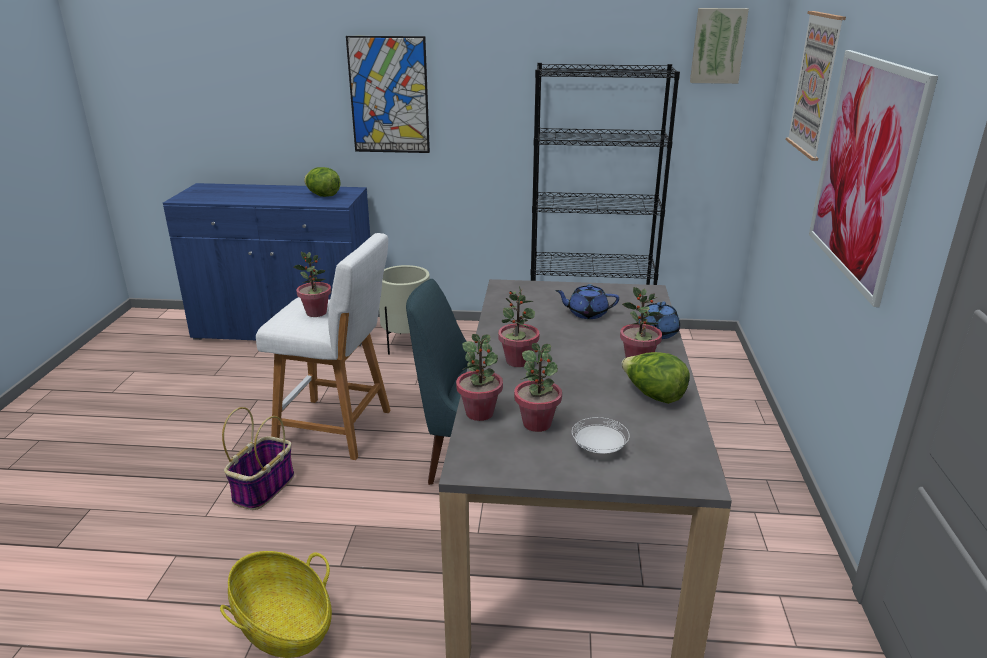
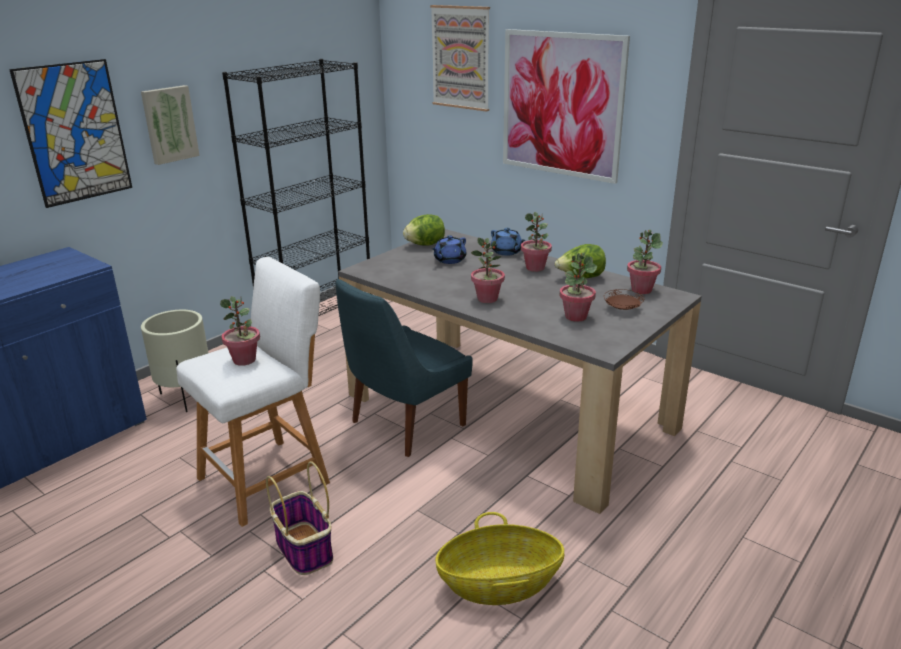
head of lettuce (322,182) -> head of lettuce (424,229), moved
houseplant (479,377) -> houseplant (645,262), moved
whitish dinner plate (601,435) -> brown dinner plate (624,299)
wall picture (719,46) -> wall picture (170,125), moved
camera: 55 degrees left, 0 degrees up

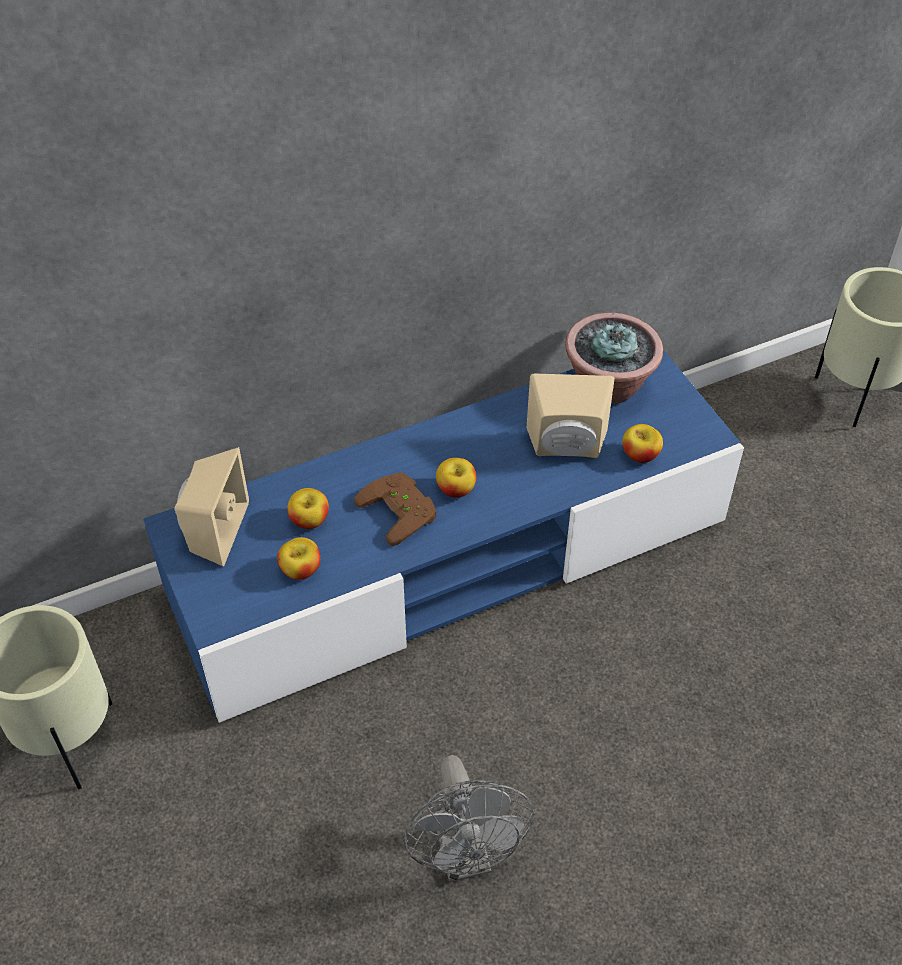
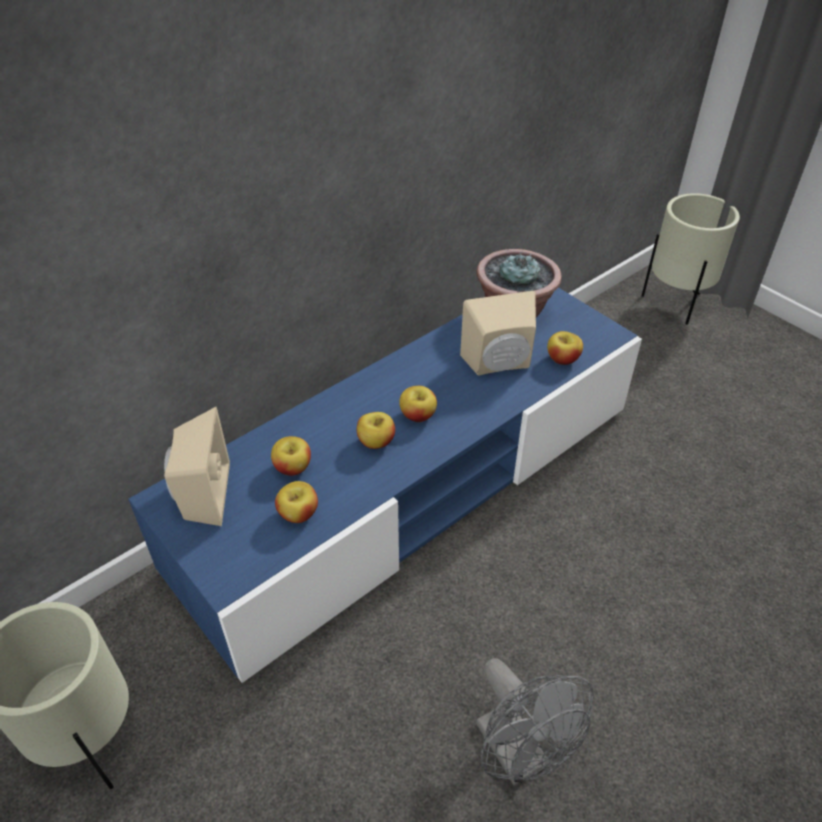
brown joypad (395,509) -> apple (376,430)
camera: 15 degrees left, 5 degrees down

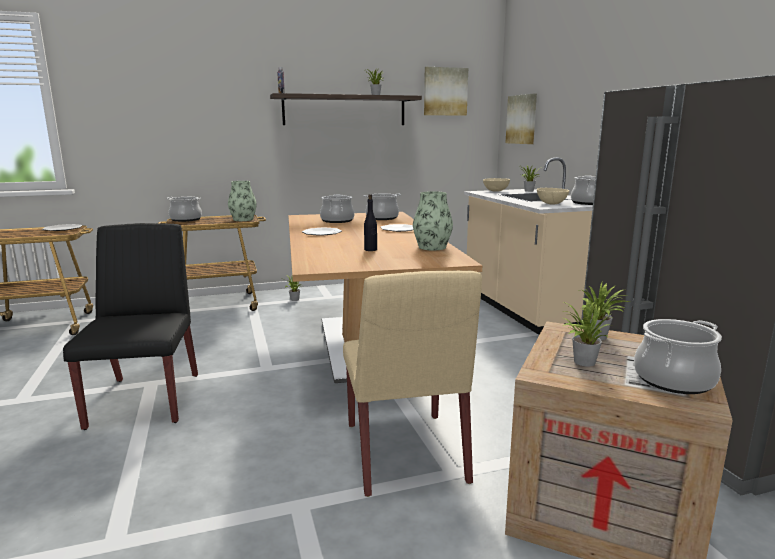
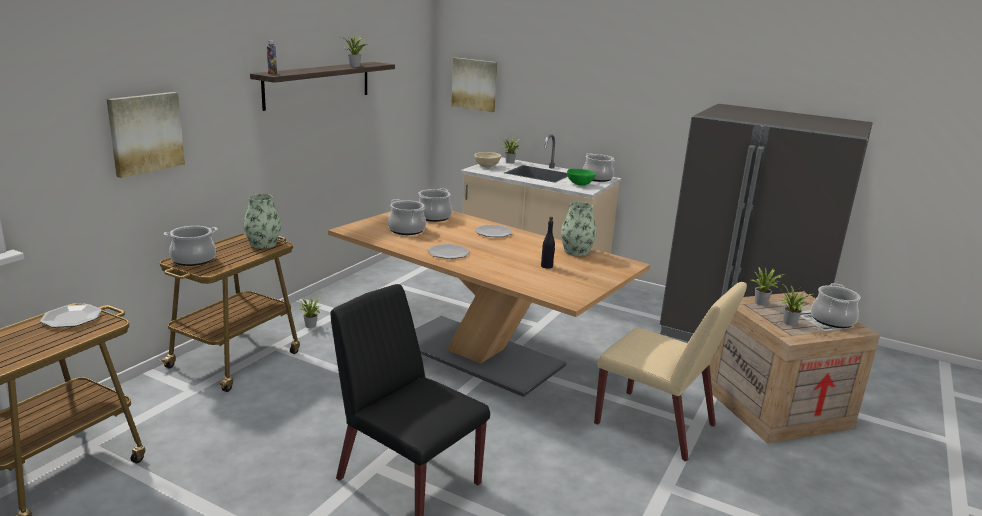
wall picture (446,91) -> wall picture (146,135), moved
sand-coloured deep dish (553,196) -> green deep dish (581,177)
camera: 45 degrees left, 5 degrees up

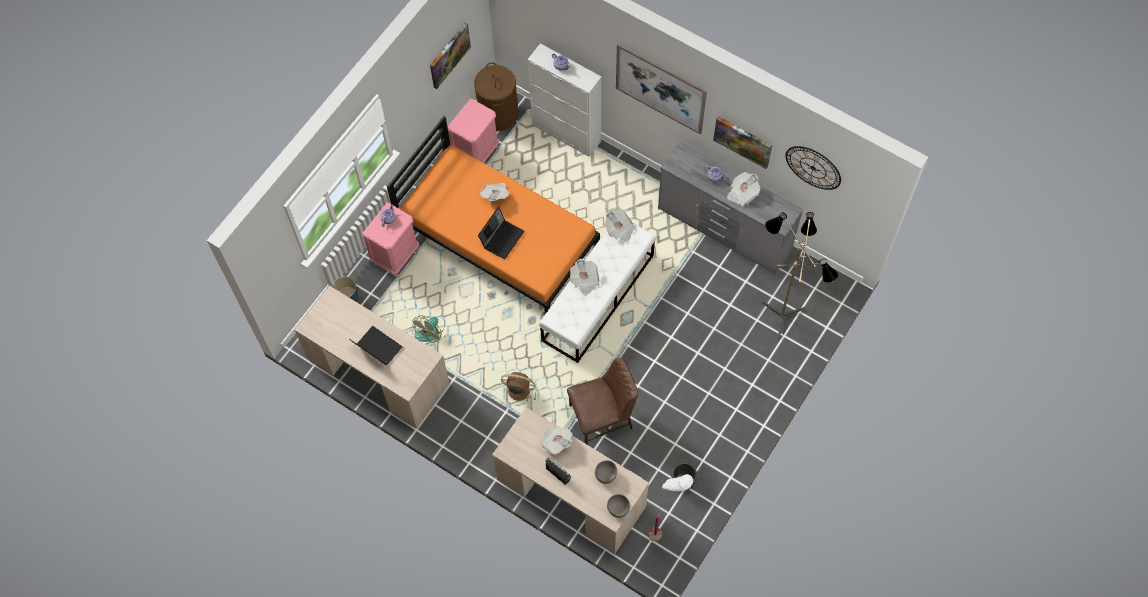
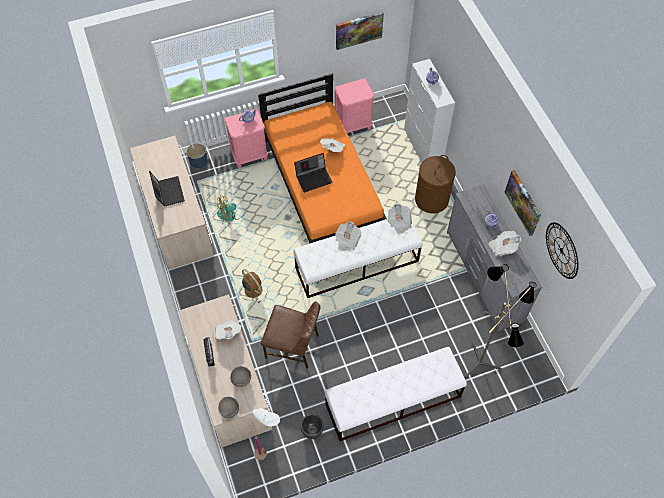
brown hamper (496,96) -> brown hamper (435,184), moved
wall picture (661,89) -> none
none -> whitish bench (396,394)
camera: 35 degrees right, 5 degrees down

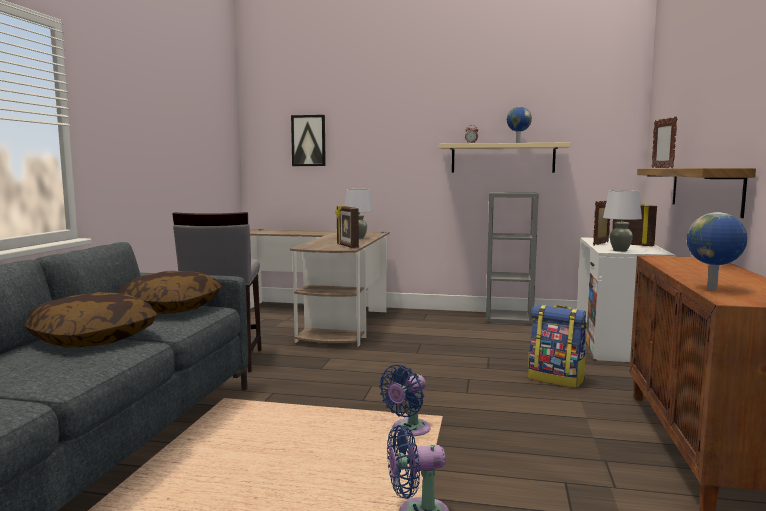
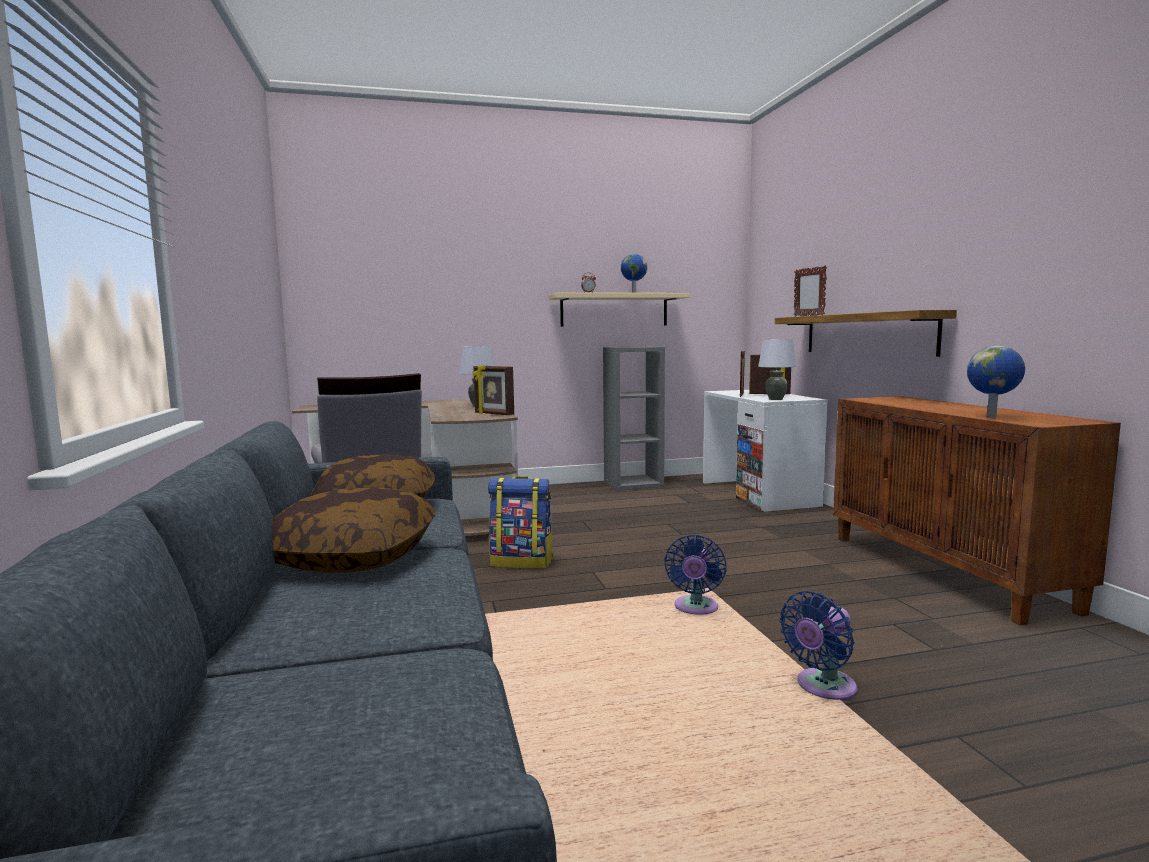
wall picture (308,140) -> none
backpack (557,346) -> backpack (520,522), moved
camera: 25 degrees left, 0 degrees up

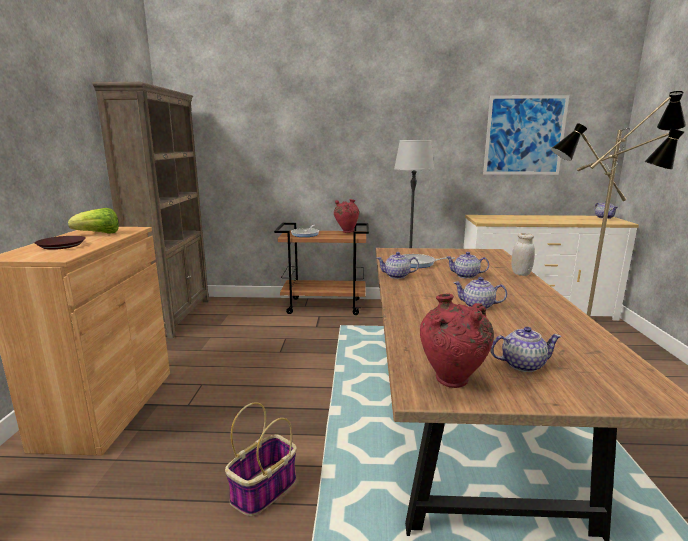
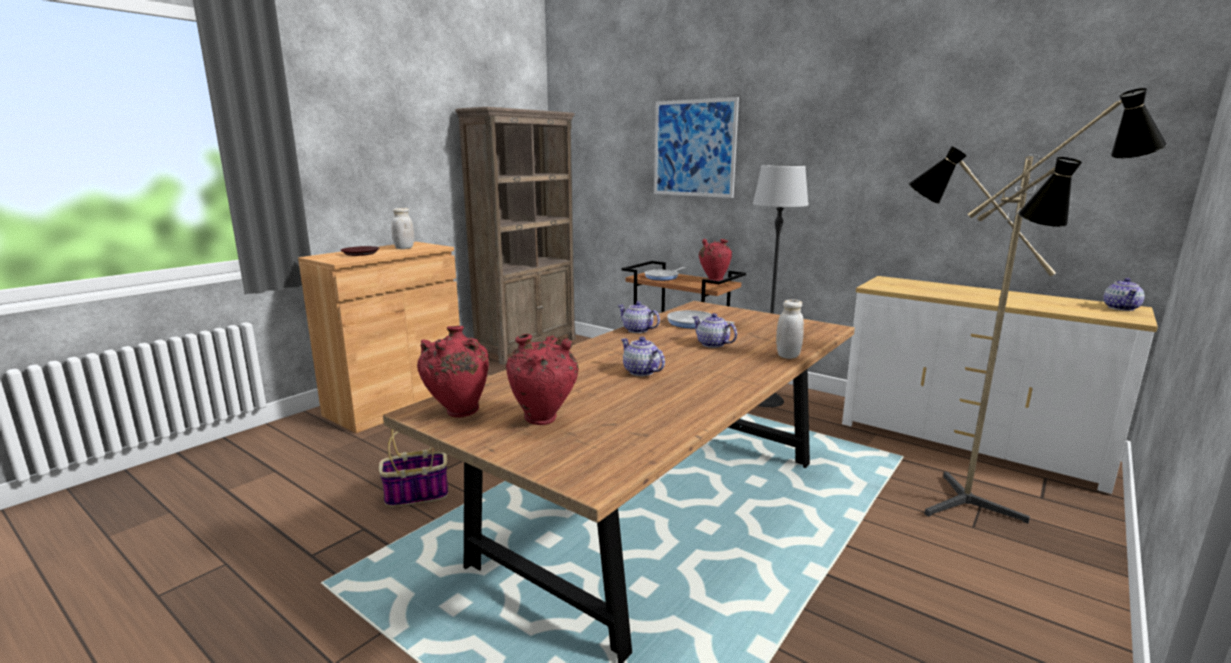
head of lettuce (93,221) -> whitish jar (402,228)
wall picture (526,135) -> wall picture (696,147), moved
tea pot (526,349) -> red vase (542,379)
camera: 35 degrees right, 0 degrees up

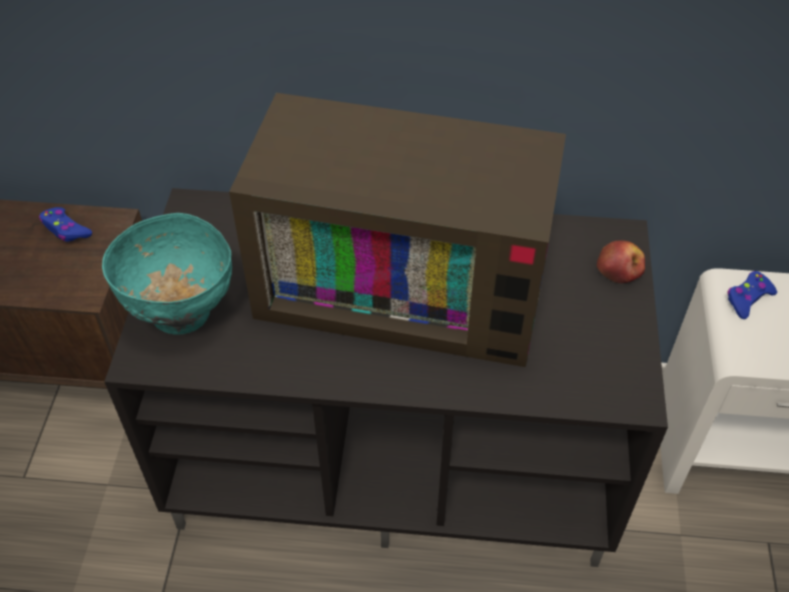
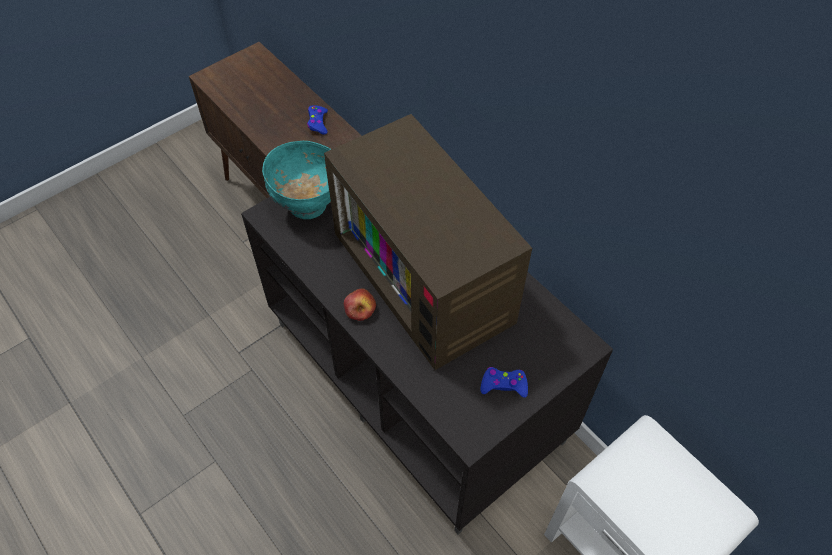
apple (621,261) -> apple (360,305), moved
blue joypad (752,295) -> blue joypad (504,382), moved
camera: 45 degrees right, 5 degrees up

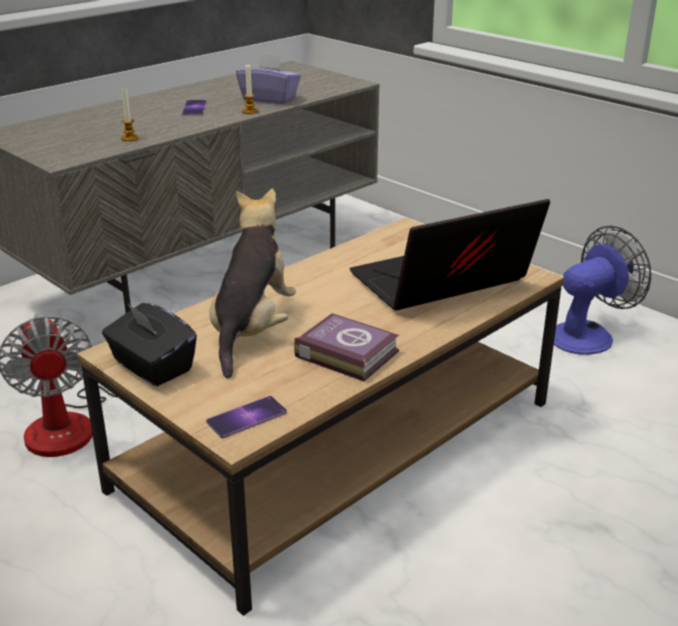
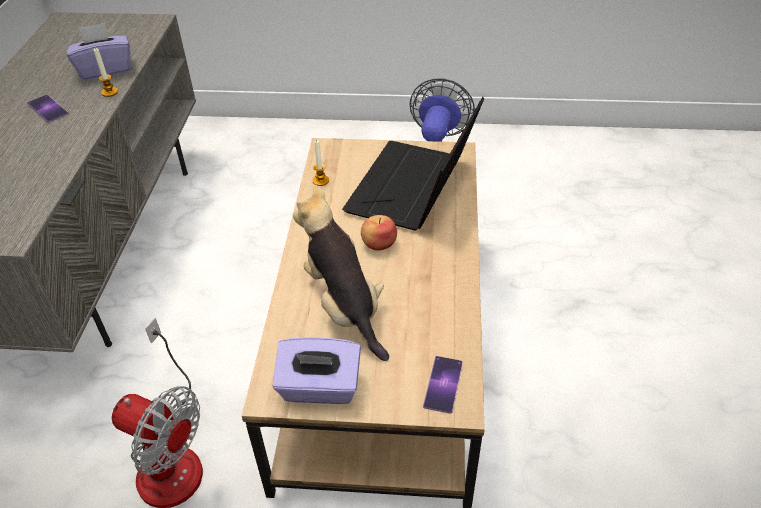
black-coloured tissue box (149,344) -> purplish tissue box (317,370)
wax light (130,115) -> wax light (321,163), moved
bound book (346,347) -> none
none -> apple (379,233)
camera: 40 degrees left, 15 degrees up

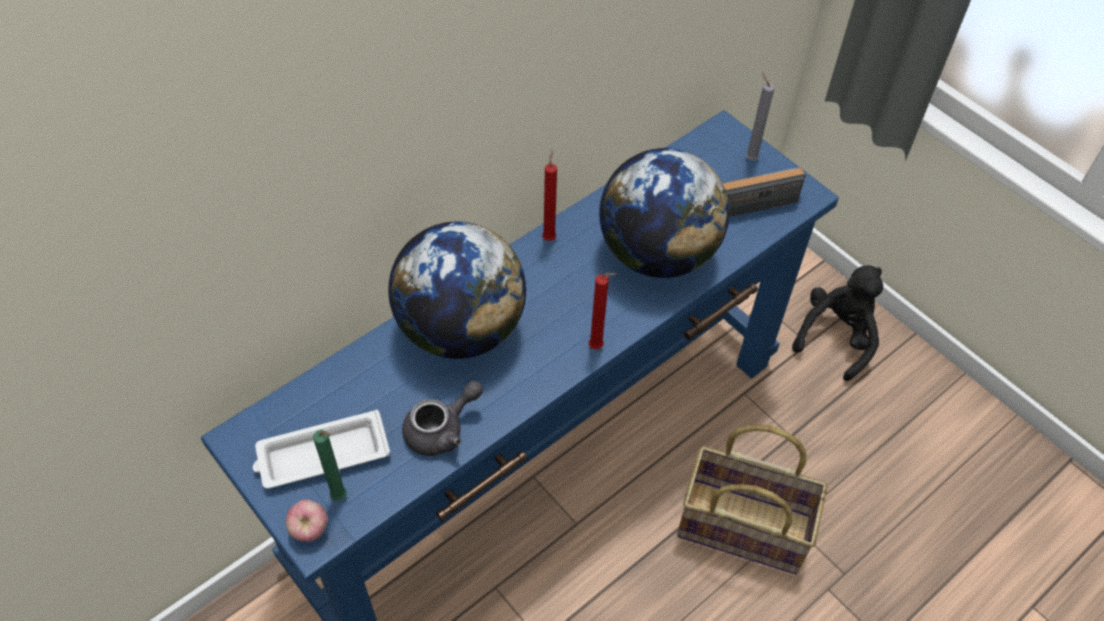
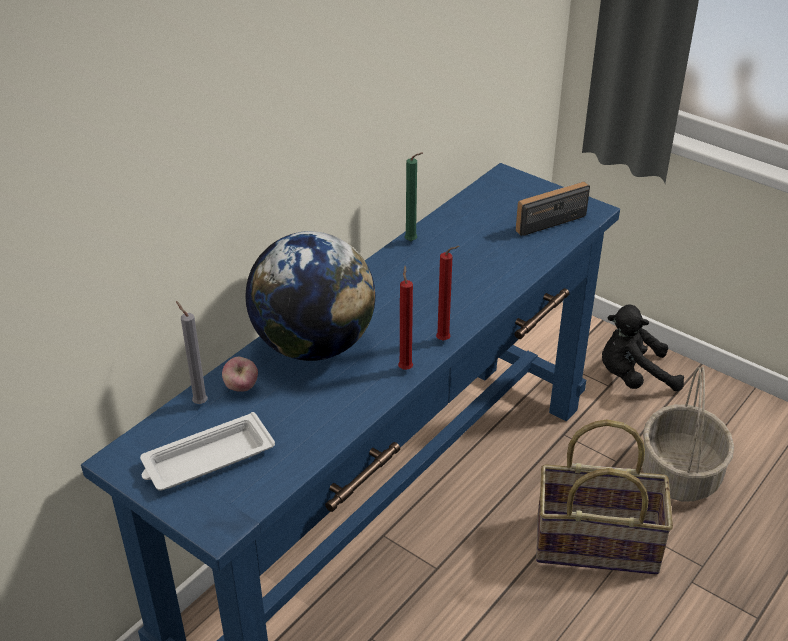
apple (307,520) -> apple (240,374), moved
green wax light (330,465) -> green wax light (414,197), moved
grey tea pot (442,418) -> none
red wax light (549,195) -> red wax light (405,318), moved
desk globe (664,213) -> none
grey wax light (760,116) -> grey wax light (192,352), moved
black-coloured soft toy (837,323) -> black-coloured soft toy (643,347), 120 degrees counterclockwise
none -> storage basket (688,433)
camera: 10 degrees left, 15 degrees down

